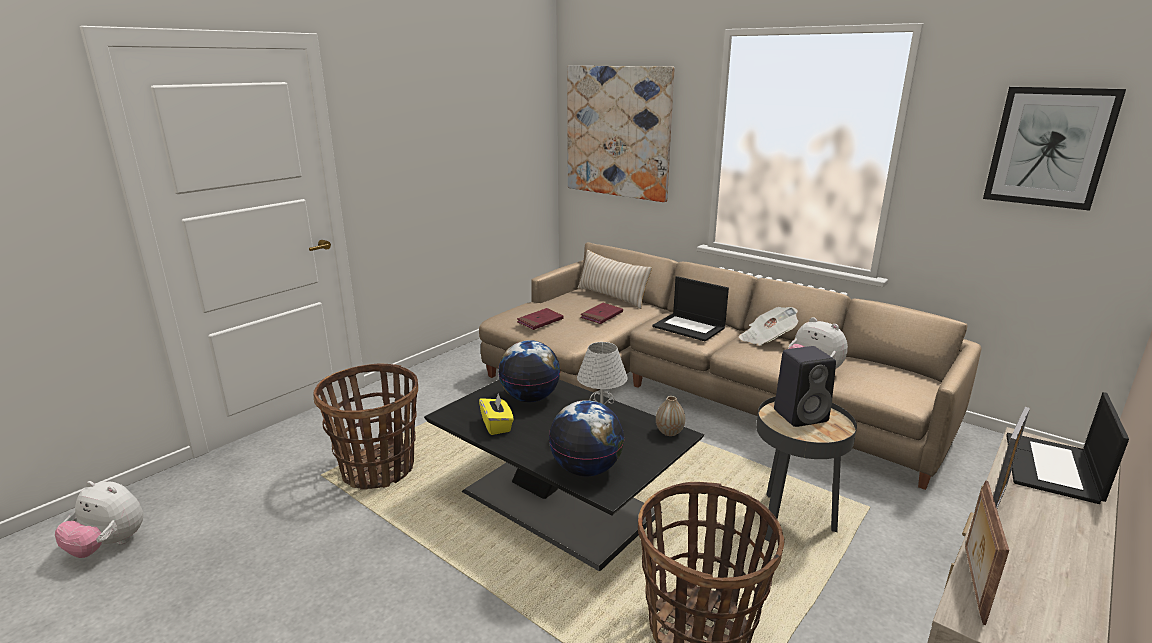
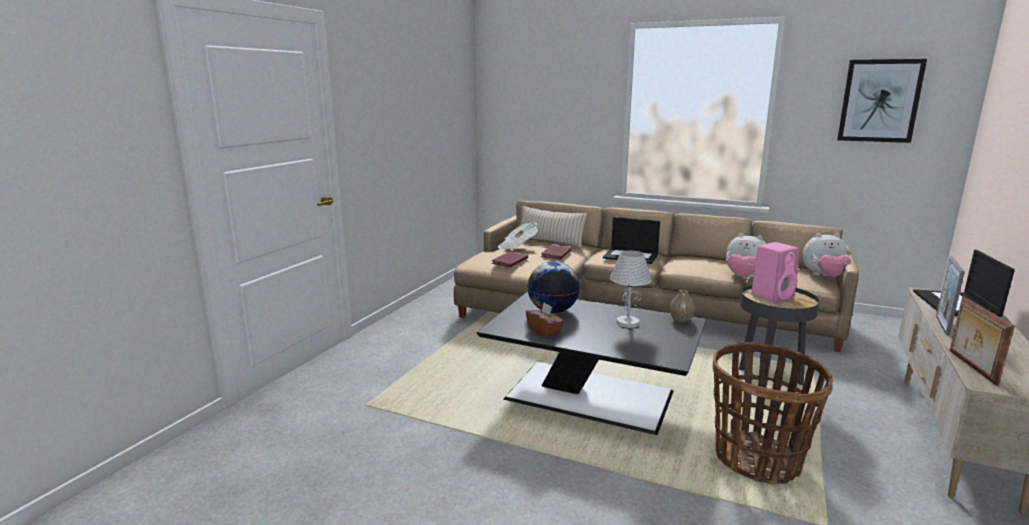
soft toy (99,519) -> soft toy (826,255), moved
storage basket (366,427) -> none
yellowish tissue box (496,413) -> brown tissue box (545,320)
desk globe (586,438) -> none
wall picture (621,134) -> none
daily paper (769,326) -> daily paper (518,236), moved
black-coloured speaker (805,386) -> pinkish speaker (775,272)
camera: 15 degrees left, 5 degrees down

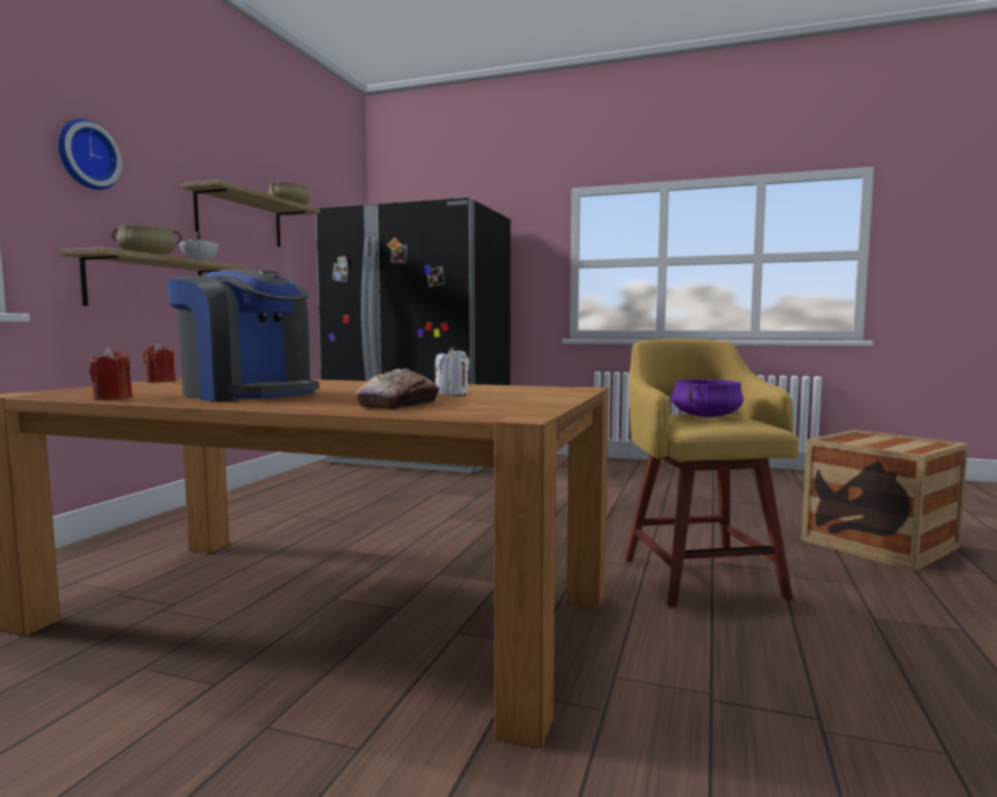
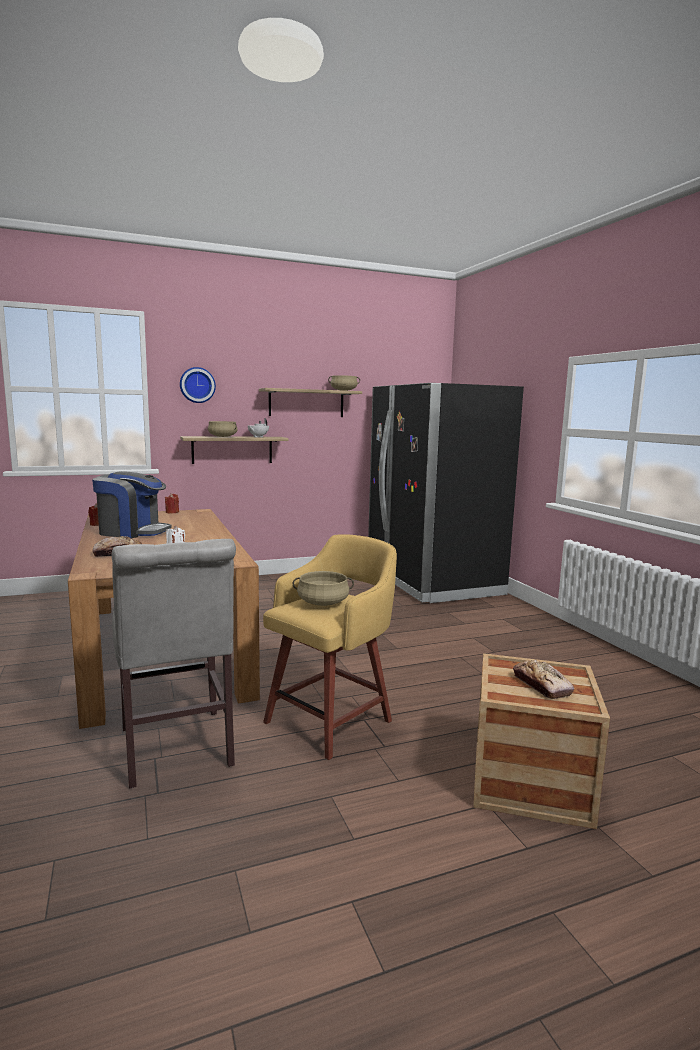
coffee maker (243,335) -> coffee maker (132,504), 75 degrees counterclockwise
purplish saucepot (708,398) -> sand-coloured saucepot (323,588)
none -> grey plain chair (174,663)
none -> baked bread (543,679)
camera: 50 degrees right, 5 degrees up

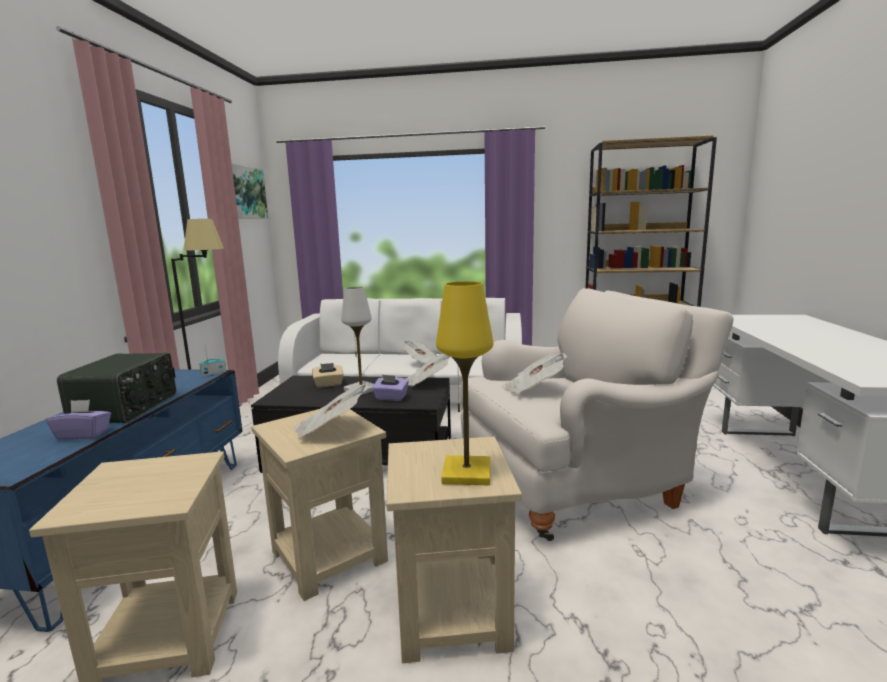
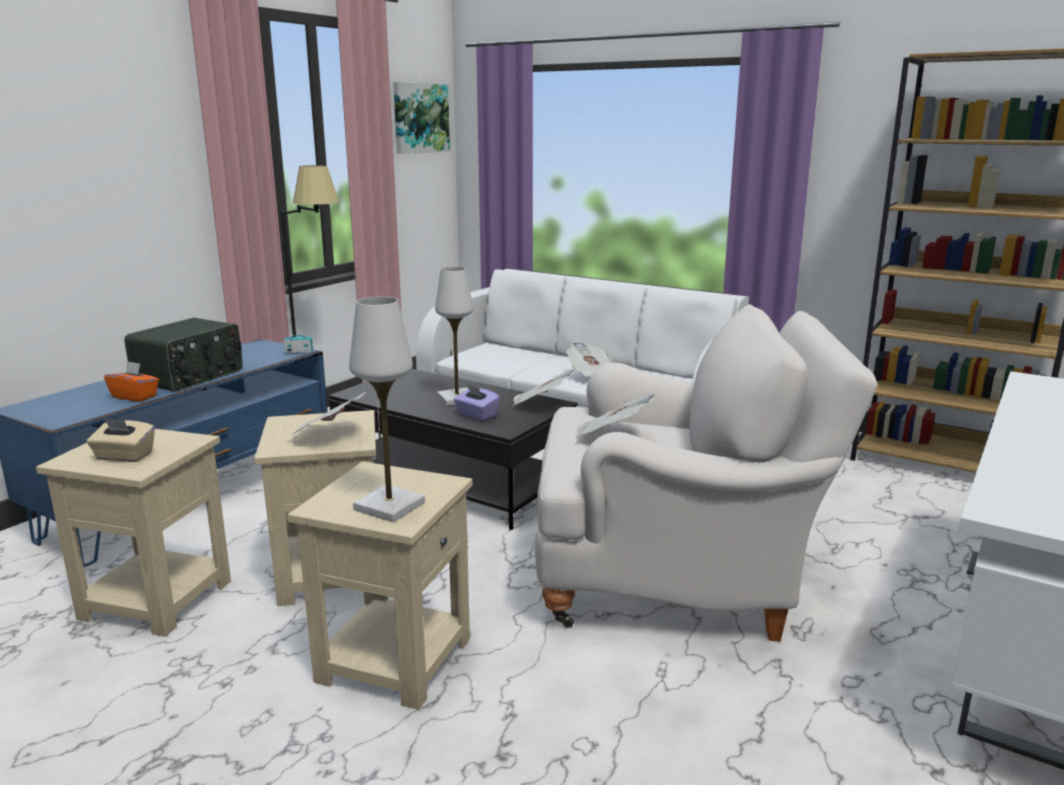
purplish tissue box (78,420) -> orange tissue box (131,381)
sand-coloured tissue box (328,375) -> sand-coloured tissue box (121,440), moved
yellowish table lamp (464,383) -> whitish table lamp (387,409)
camera: 25 degrees right, 5 degrees up

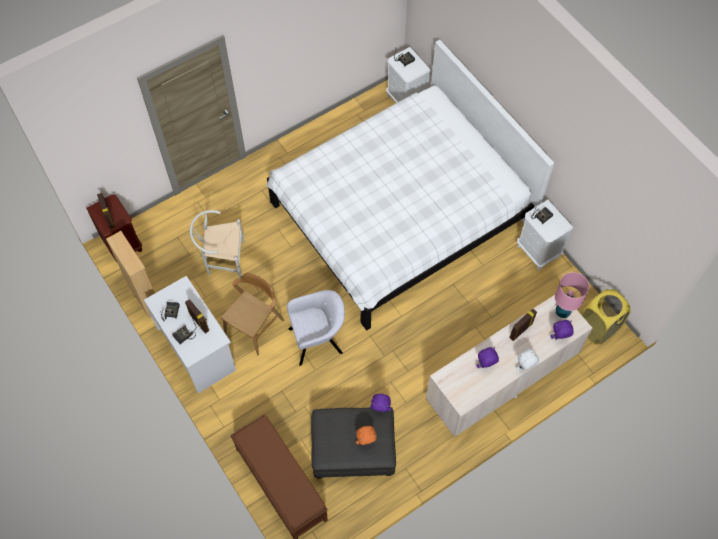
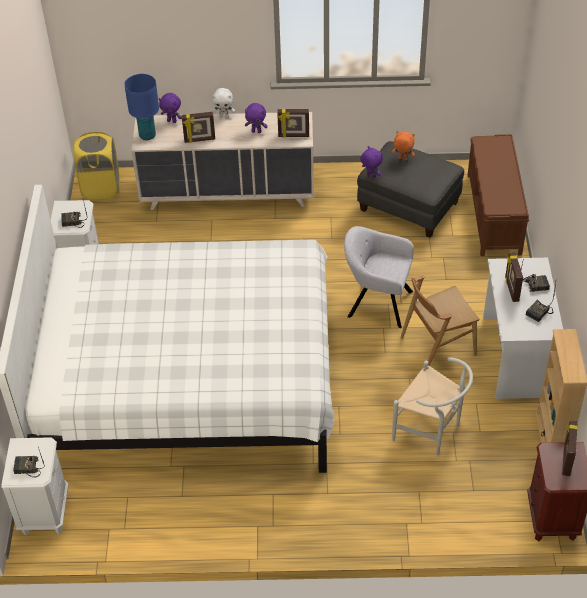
pinkish table lamp (572,295) -> blue table lamp (141,107)
none -> standing frame (293,123)
camera: 145 degrees left, 15 degrees down

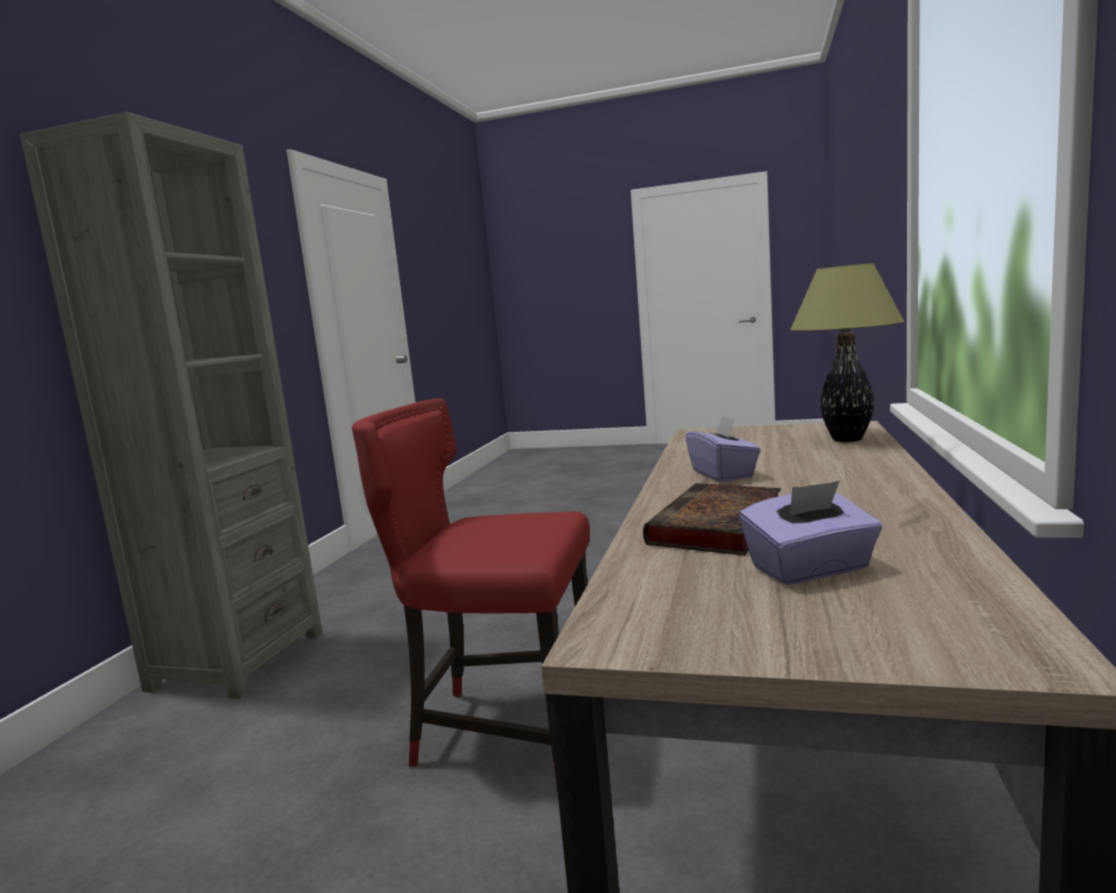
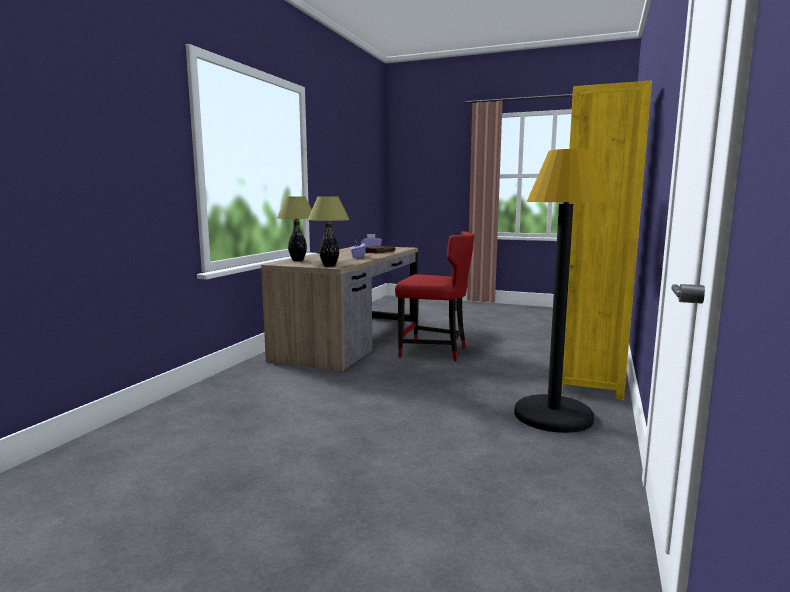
grey bookcase (171,405) -> yellowish bookcase (606,240)
none -> table lamp (328,232)
none -> black-coloured standing lamp (560,291)
camera: 175 degrees left, 0 degrees up

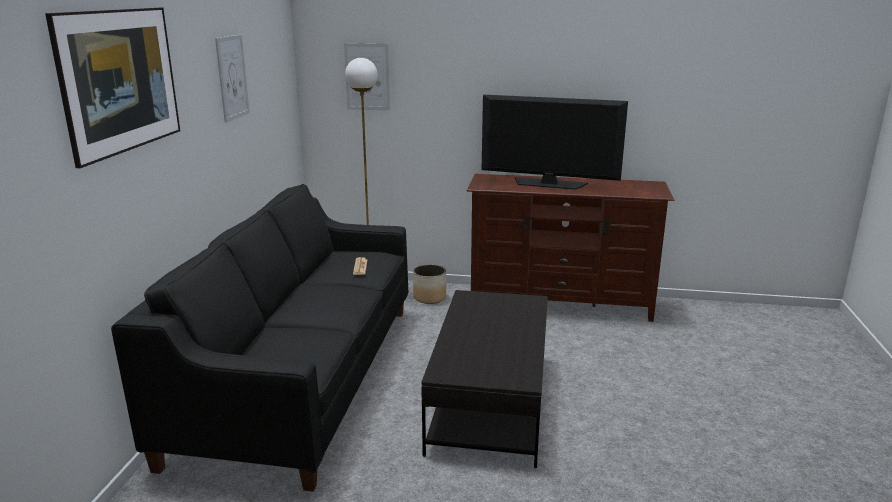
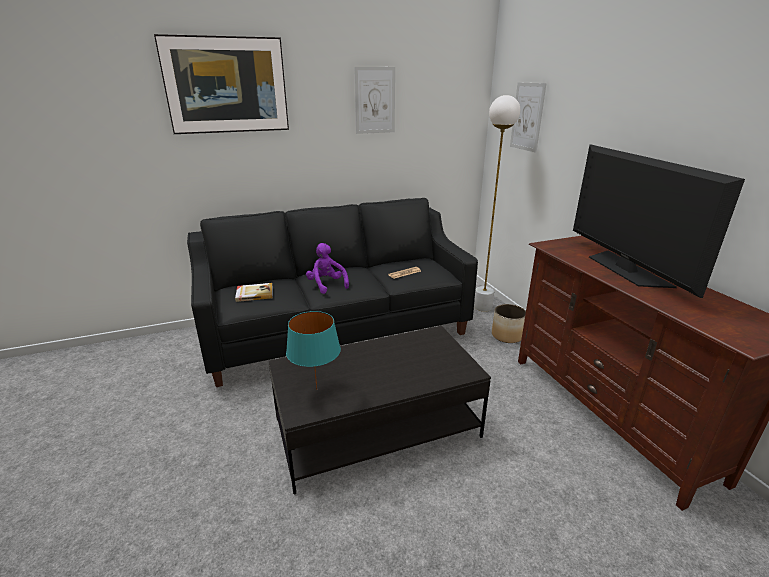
none -> bound book (254,292)
none -> turquoise table lamp (313,350)
none -> purplish soft toy (327,268)
camera: 60 degrees right, 5 degrees up

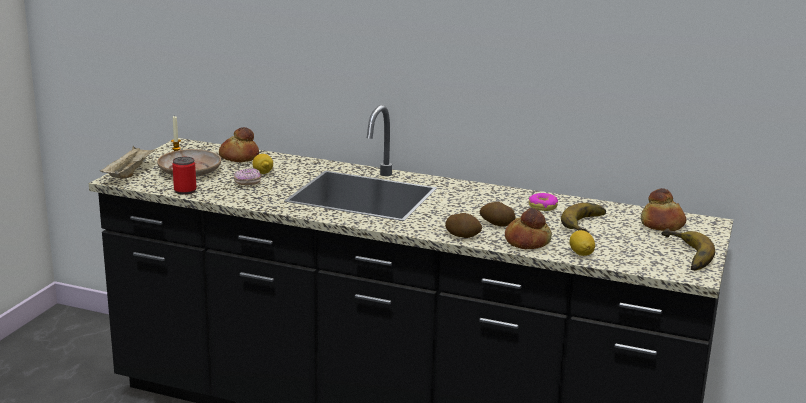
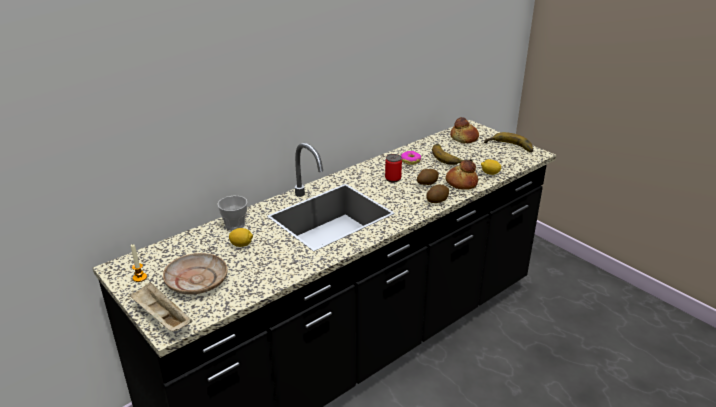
can (184,176) -> can (393,168), moved
baked bread (239,144) -> none
ring doughnut (247,176) -> none
none -> cup (232,213)
camera: 60 degrees left, 10 degrees up

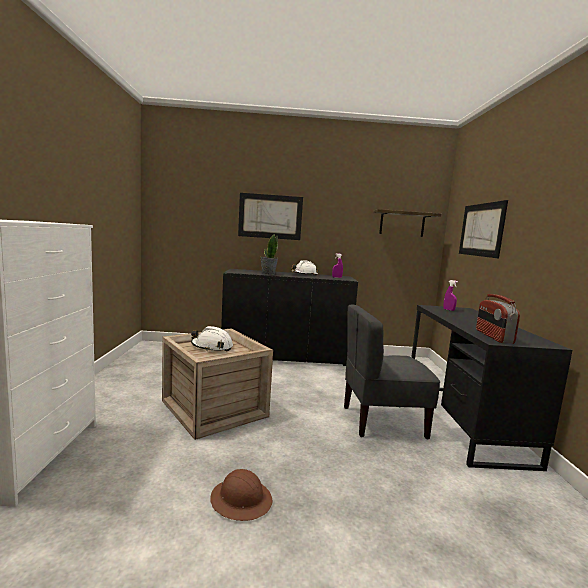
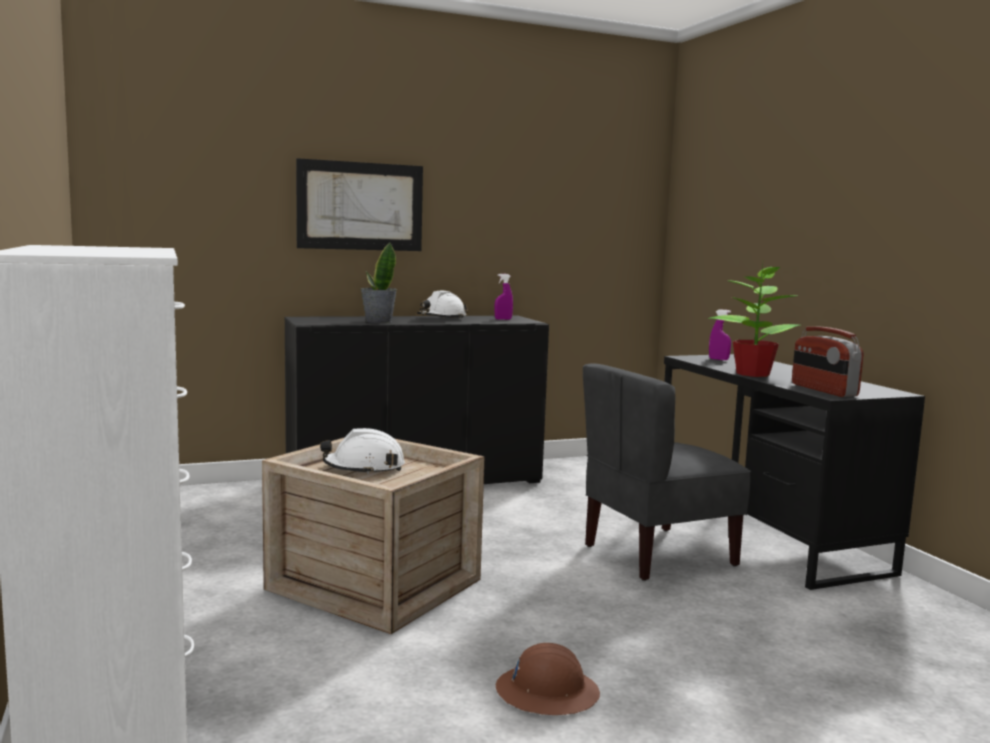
wall shelf (407,223) -> none
wall picture (483,229) -> none
none -> houseplant (754,321)
camera: 20 degrees left, 0 degrees up

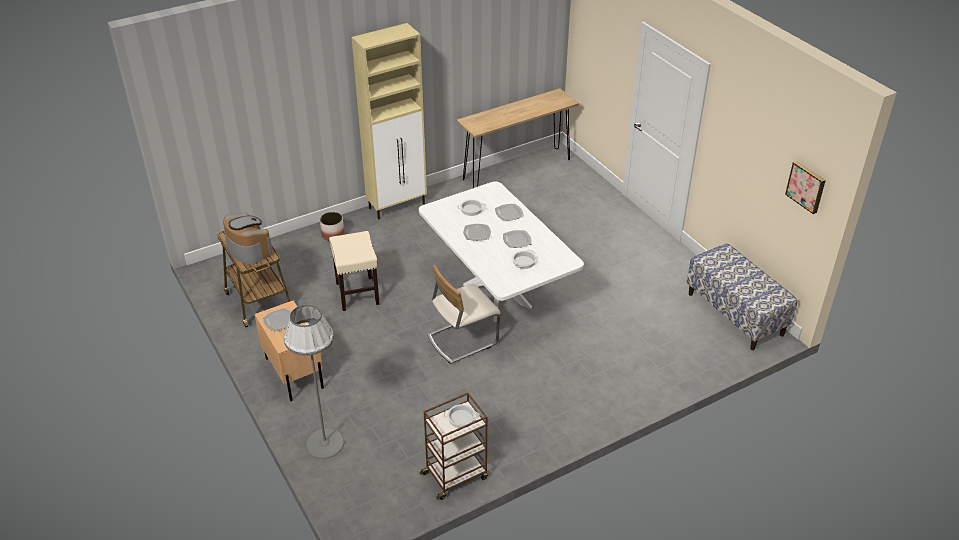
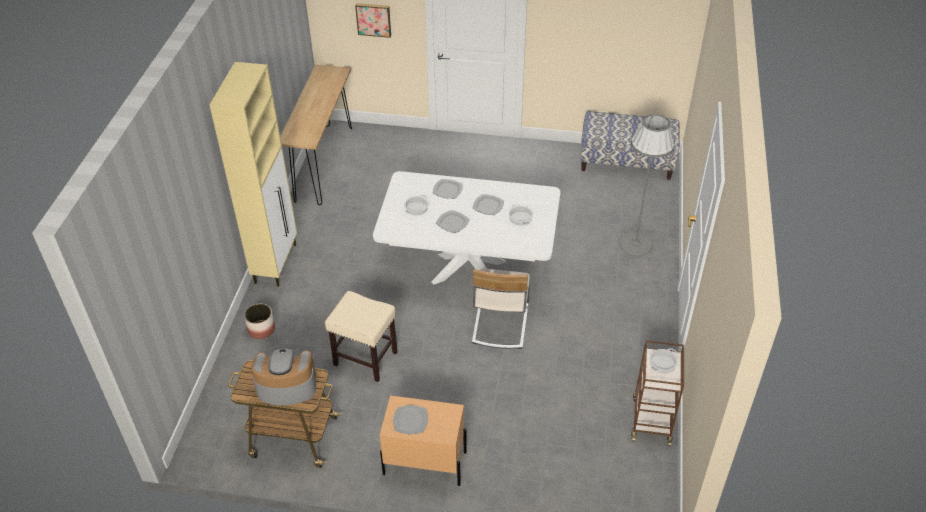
grey standing lamp (314,381) -> grey standing lamp (647,185), moved
wall picture (805,187) -> wall picture (373,20), moved
camera: 50 degrees left, 5 degrees up

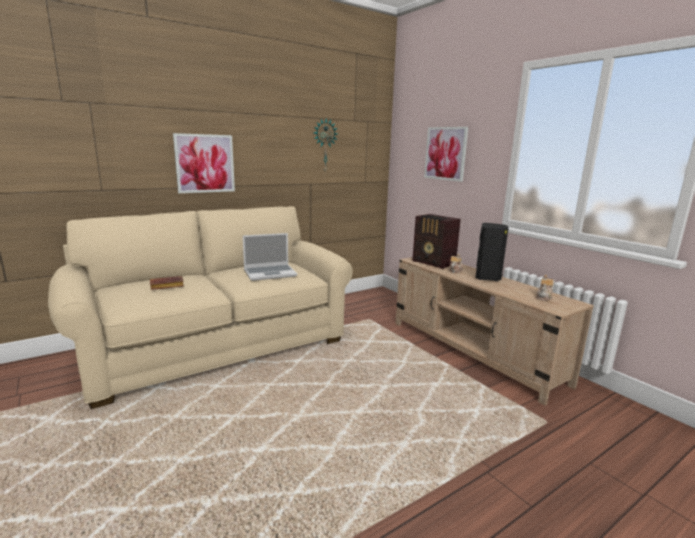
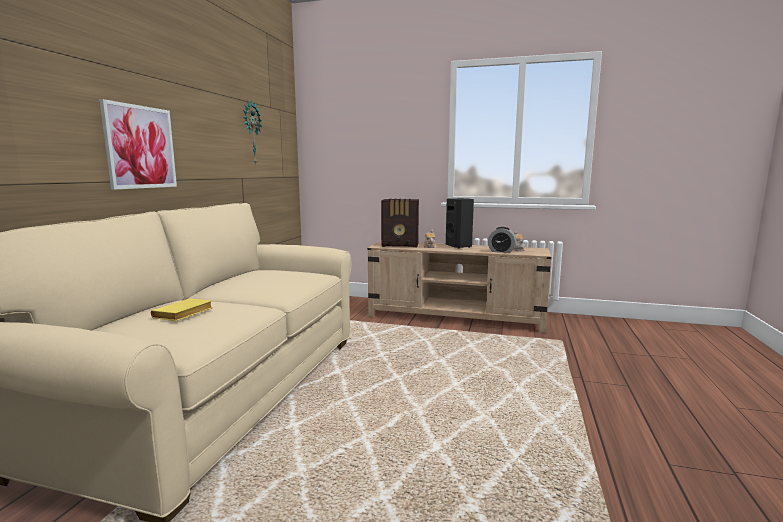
brown bound book (167,283) -> yellowish bound book (182,310)
portable computer (270,257) -> none
wall picture (446,154) -> none
none -> alarm clock (502,240)
camera: 40 degrees left, 5 degrees down

